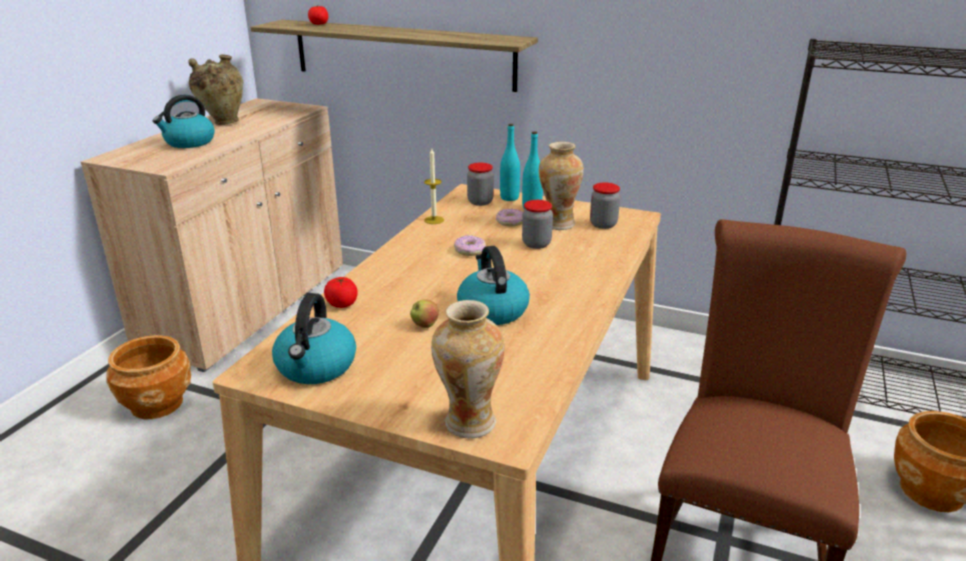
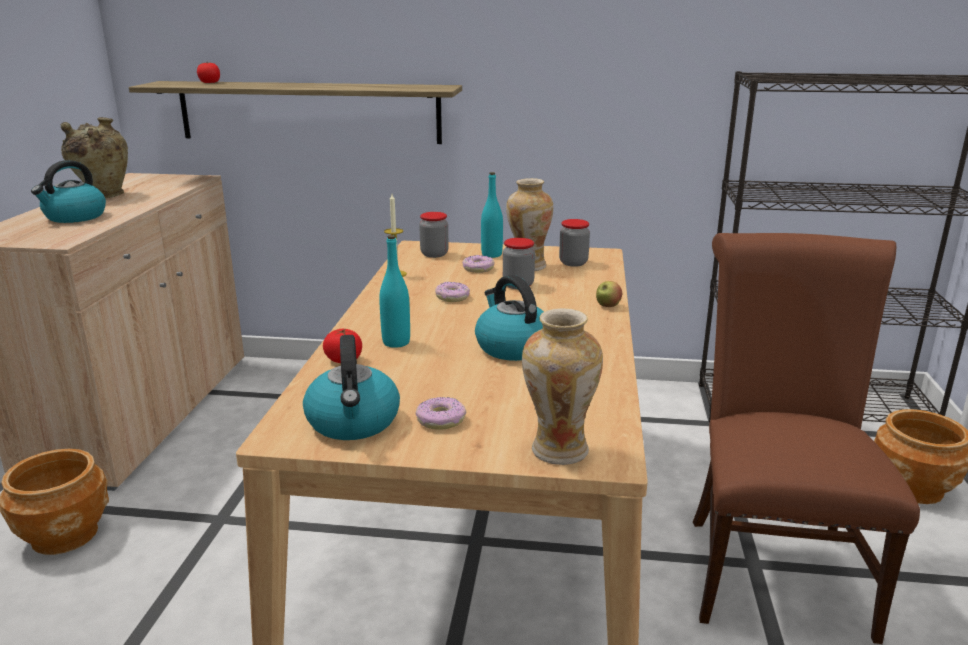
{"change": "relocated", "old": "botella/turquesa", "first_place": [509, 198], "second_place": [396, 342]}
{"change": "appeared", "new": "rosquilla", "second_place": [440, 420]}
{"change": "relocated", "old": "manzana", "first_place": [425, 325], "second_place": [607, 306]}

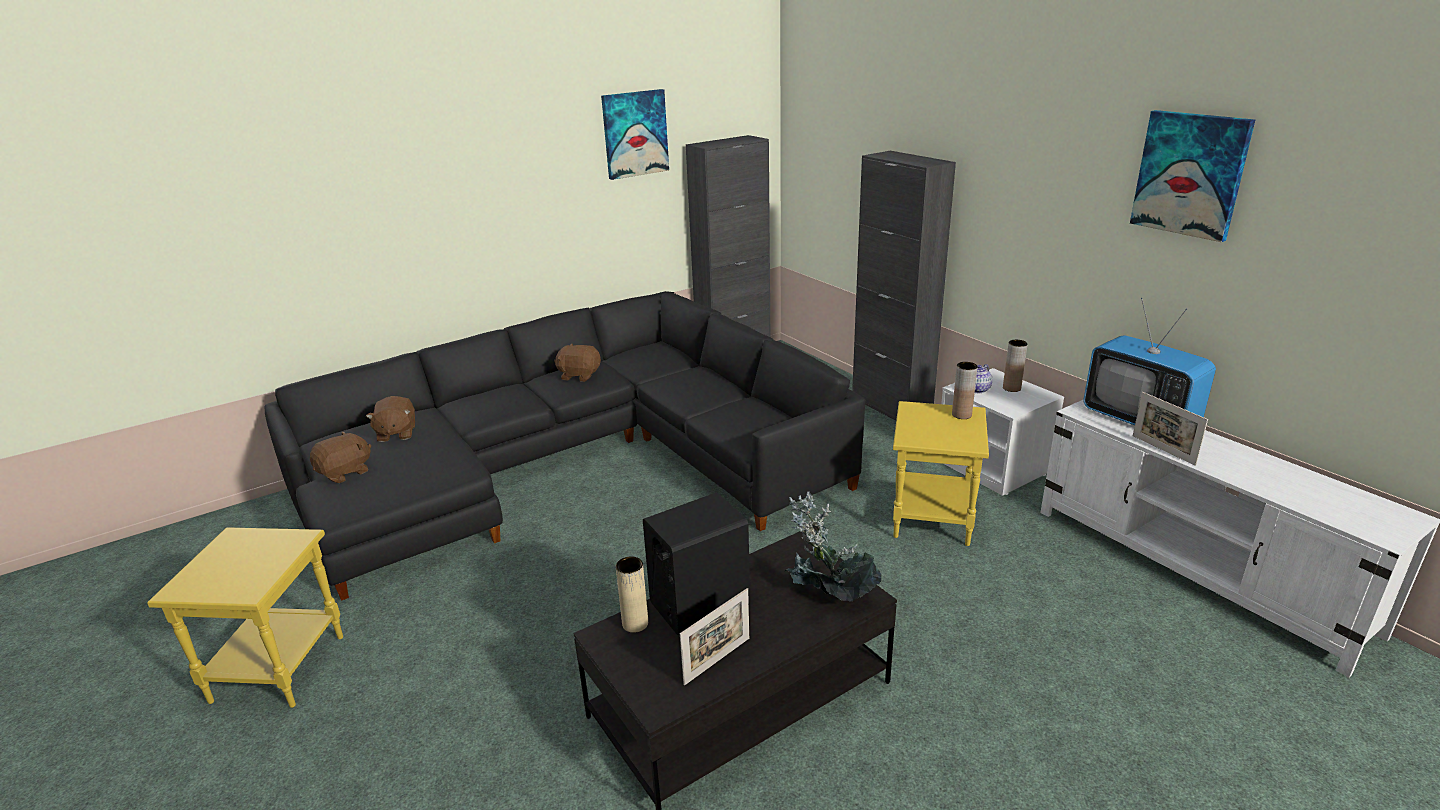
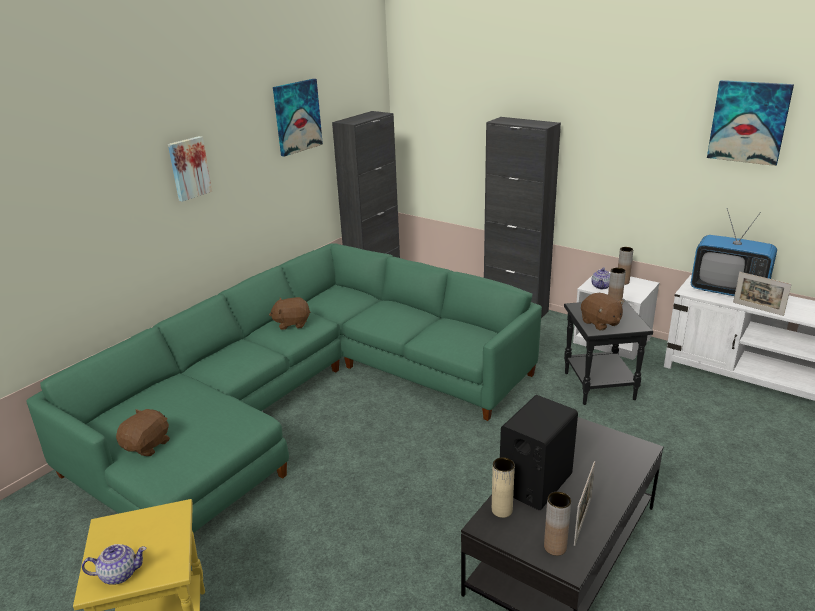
{"change": "colour", "old": "sofá/negro", "new": "sofá/verde", "first_place": [574, 464], "second_place": [303, 398]}
{"change": "appeared", "new": "tetera", "second_place": [119, 574]}
{"change": "appeared", "new": "cuadro", "second_place": [188, 168]}
{"change": "appeared", "new": "florero/marrón", "second_place": [555, 547]}
{"change": "colour", "old": "mesa auxiliar/amarillo", "new": "mesa auxiliar/negro", "first_place": [933, 520], "second_place": [600, 386]}
{"change": "relocated", "old": "peluche/marrón", "first_place": [396, 433], "second_place": [600, 323]}
{"change": "missing", "old": "planta en maceta", "first_place": [827, 600]}

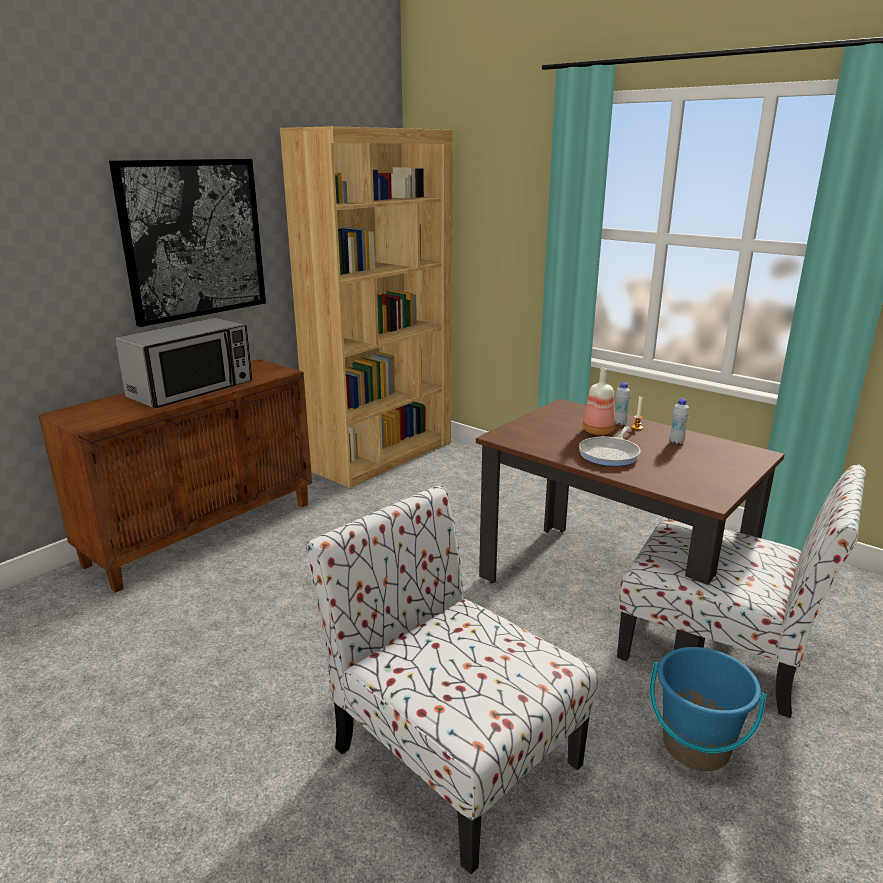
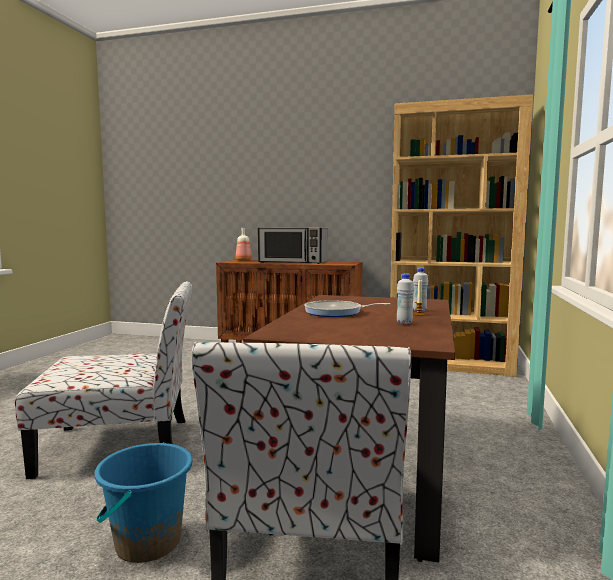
{"change": "spun", "old": "silla", "first_place": [451, 753], "second_place": [121, 446], "degrees": 60}
{"change": "relocated", "old": "botella", "first_place": [598, 431], "second_place": [244, 260]}
{"change": "missing", "old": "cuadro", "first_place": [194, 239]}

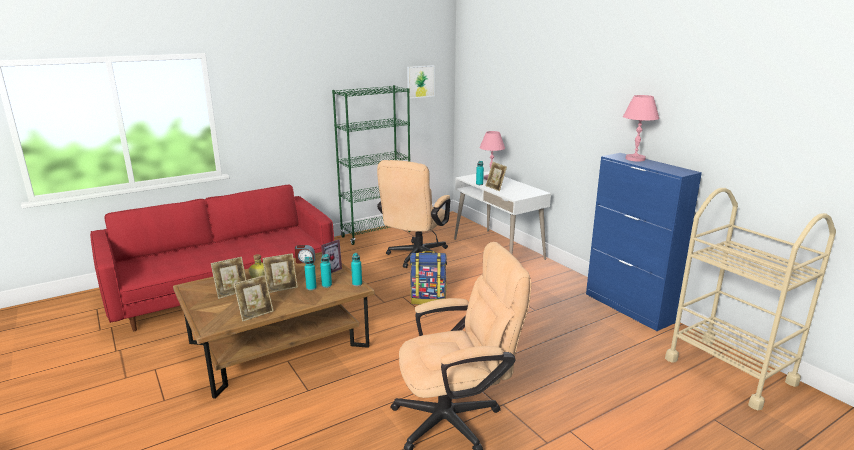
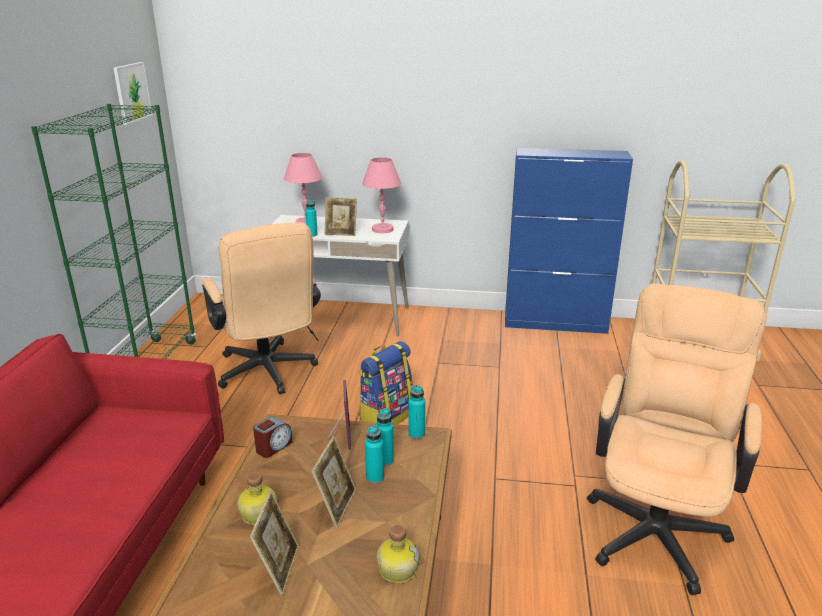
{"change": "relocated", "old": "lámpara de mesa/rosa", "first_place": [635, 159], "second_place": [382, 229]}
{"change": "exchanged", "old": "portarretratos", "new": "botella", "first_place": [256, 314], "second_place": [397, 568]}

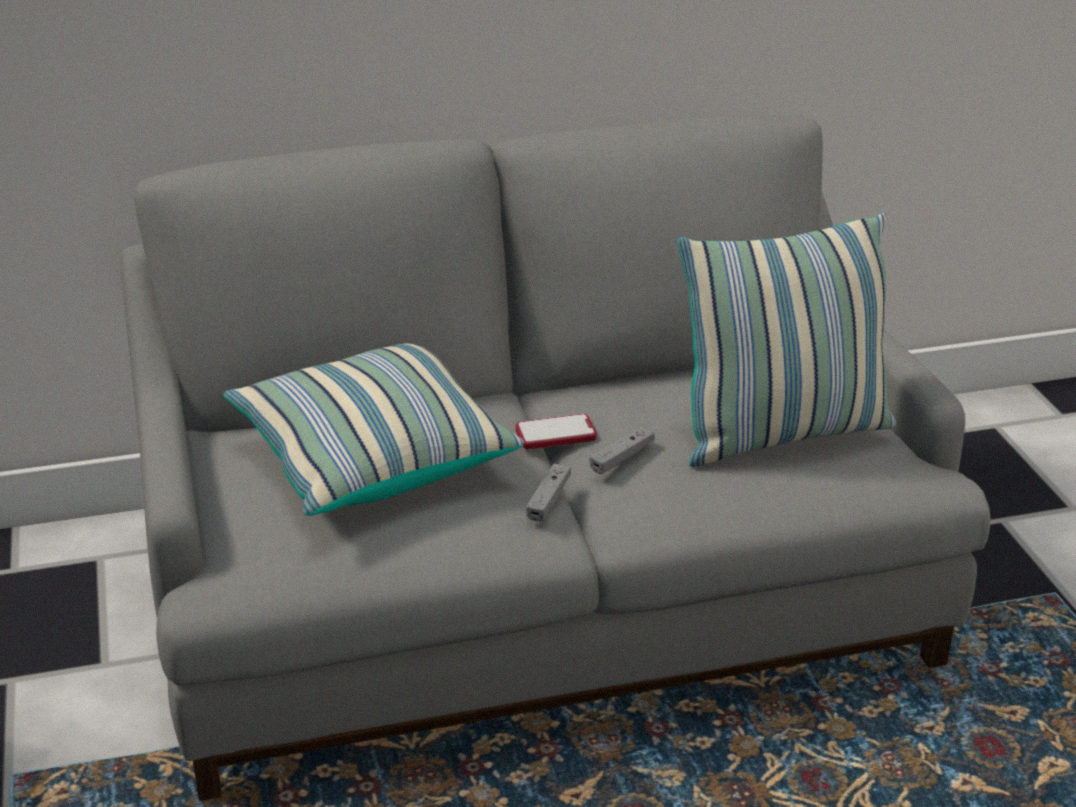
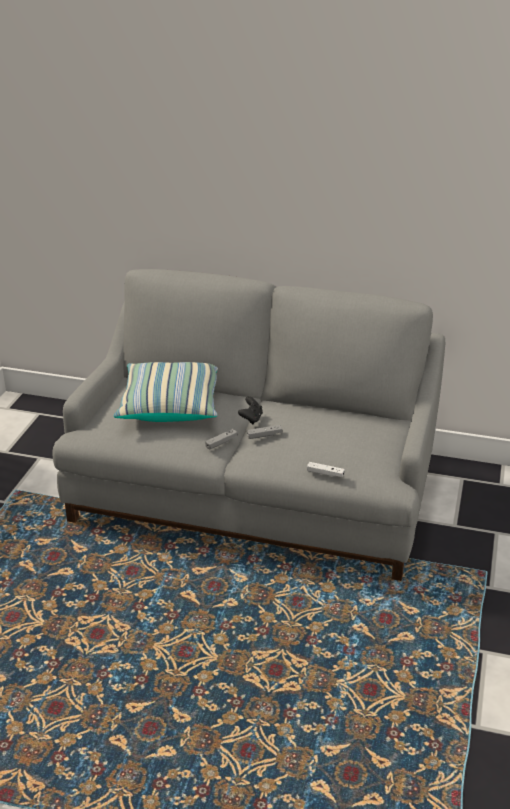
{"change": "exchanged", "old": "móvil", "new": "mando de consola/negro", "first_place": [555, 434], "second_place": [251, 419]}
{"change": "appeared", "new": "mando de consola/blanco", "second_place": [325, 473]}
{"change": "missing", "old": "cojín", "first_place": [781, 433]}

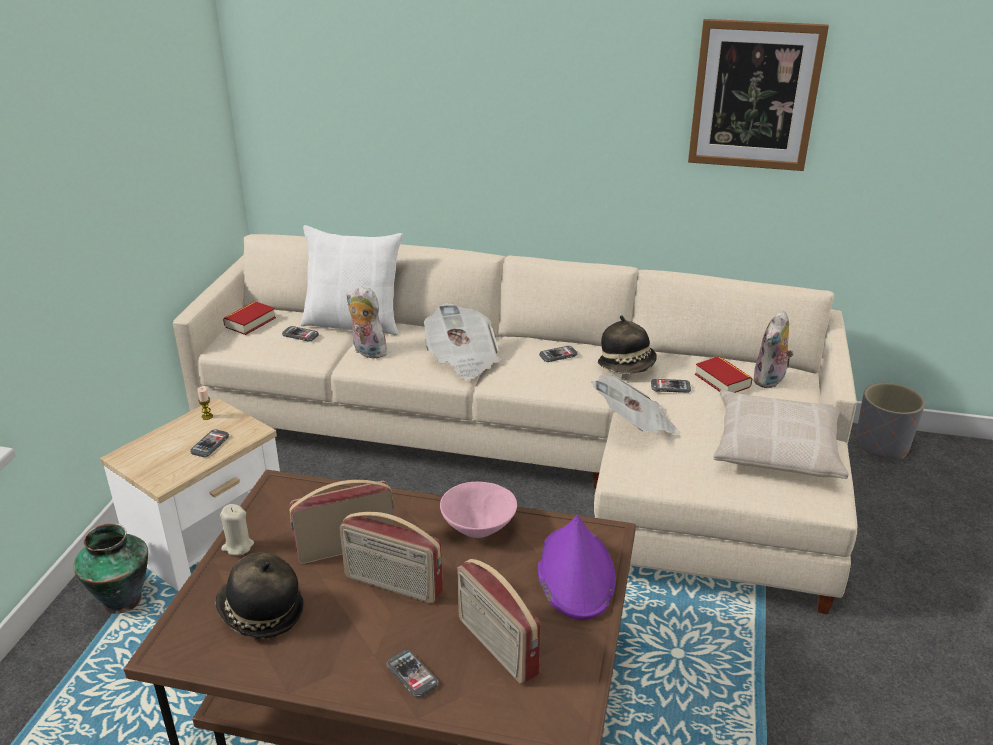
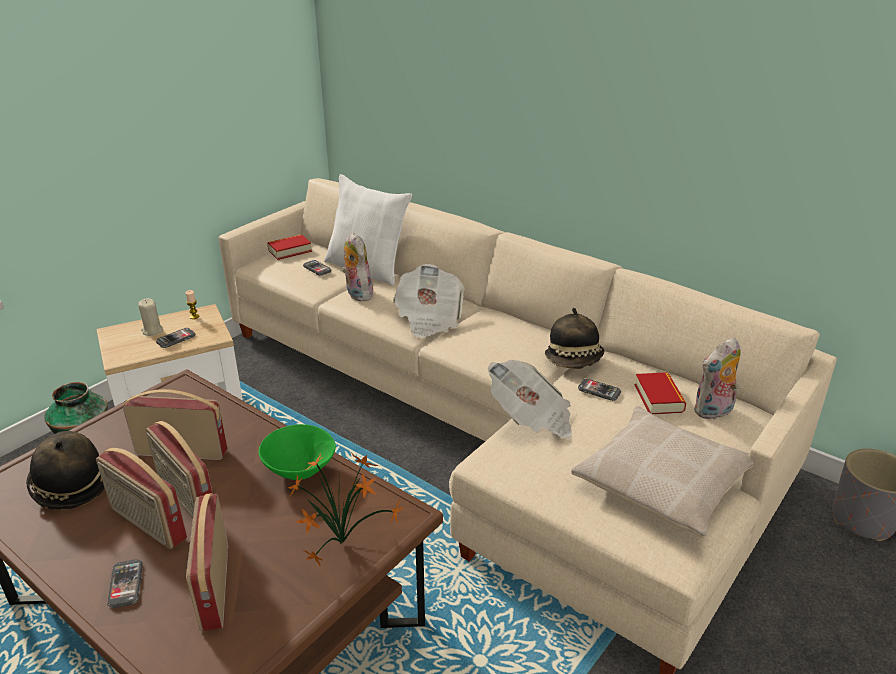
{"change": "appeared", "new": "radio", "second_place": [147, 524]}
{"change": "relocated", "old": "vela/beis", "first_place": [238, 546], "second_place": [152, 331]}
{"change": "colour", "old": "cuenco/rosa", "new": "cuenco/verde", "first_place": [479, 528], "second_place": [300, 471]}
{"change": "exchanged", "old": "sombrero/morado", "new": "planta en maceta", "first_place": [575, 573], "second_place": [345, 542]}
{"change": "missing", "old": "móvil", "first_place": [558, 355]}
{"change": "missing", "old": "cuadro", "first_place": [754, 96]}

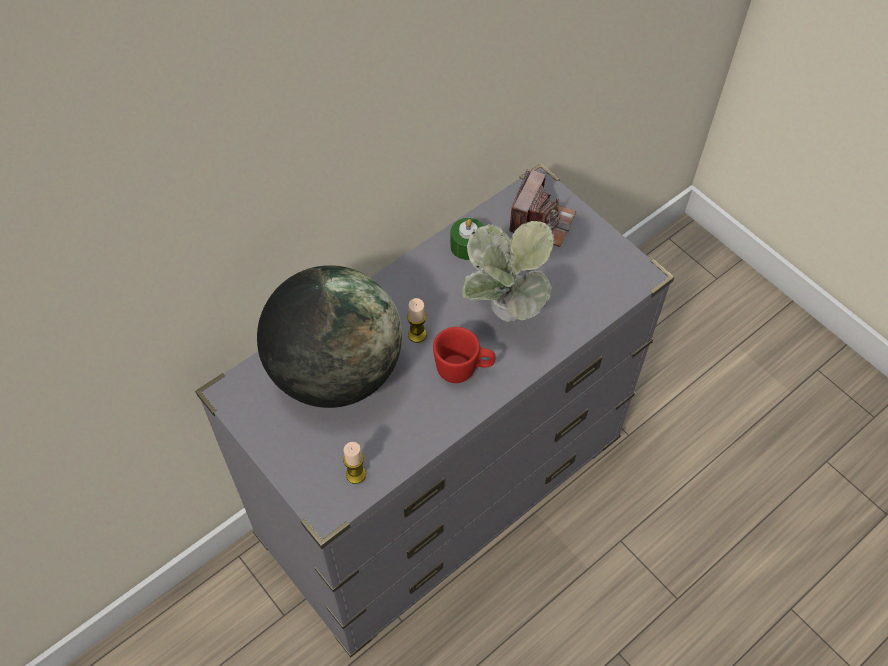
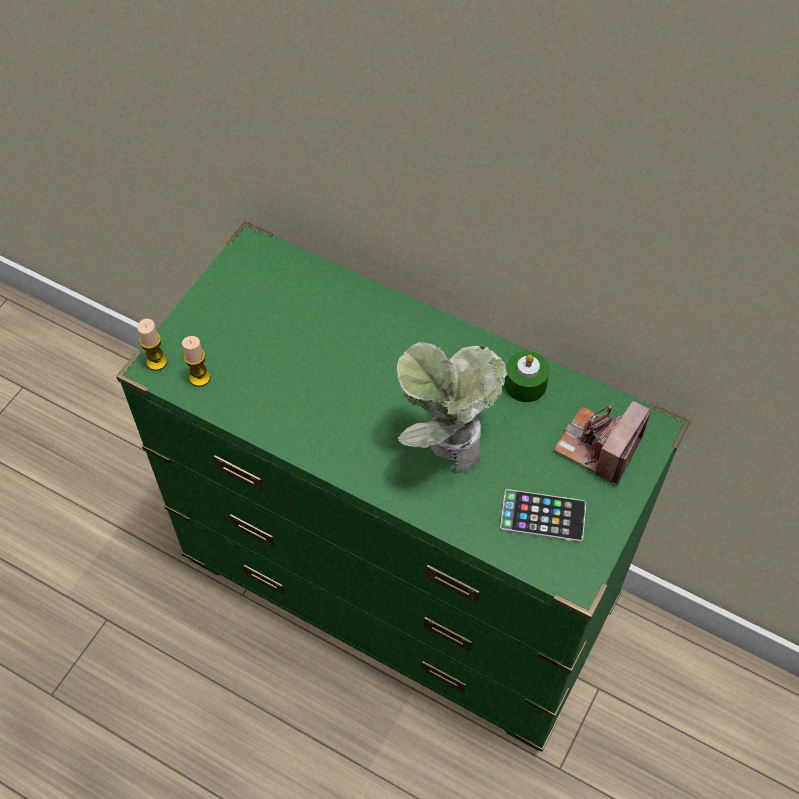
{"change": "colour", "old": "cómoda/gris", "new": "cómoda/verde", "first_place": [442, 490], "second_place": [400, 583]}
{"change": "relocated", "old": "vela", "first_place": [417, 335], "second_place": [157, 362]}
{"change": "appeared", "new": "móvil", "second_place": [543, 516]}
{"change": "spun", "old": "cámara", "first_place": [541, 221], "second_place": [599, 447], "degrees": 120}
{"change": "missing", "old": "globo terráqueo", "first_place": [335, 373]}
{"change": "missing", "old": "taza grande/rojo", "first_place": [463, 369]}

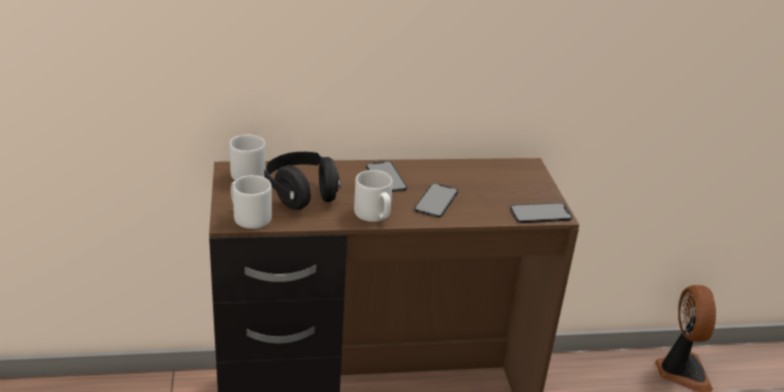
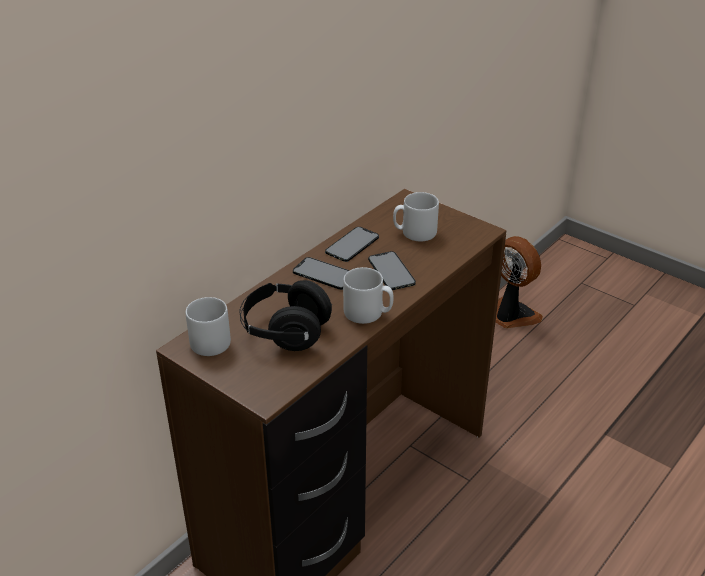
{"change": "relocated", "old": "móvil", "first_place": [540, 213], "second_place": [352, 244]}
{"change": "relocated", "old": "taza grande/gris", "first_place": [249, 217], "second_place": [414, 232]}

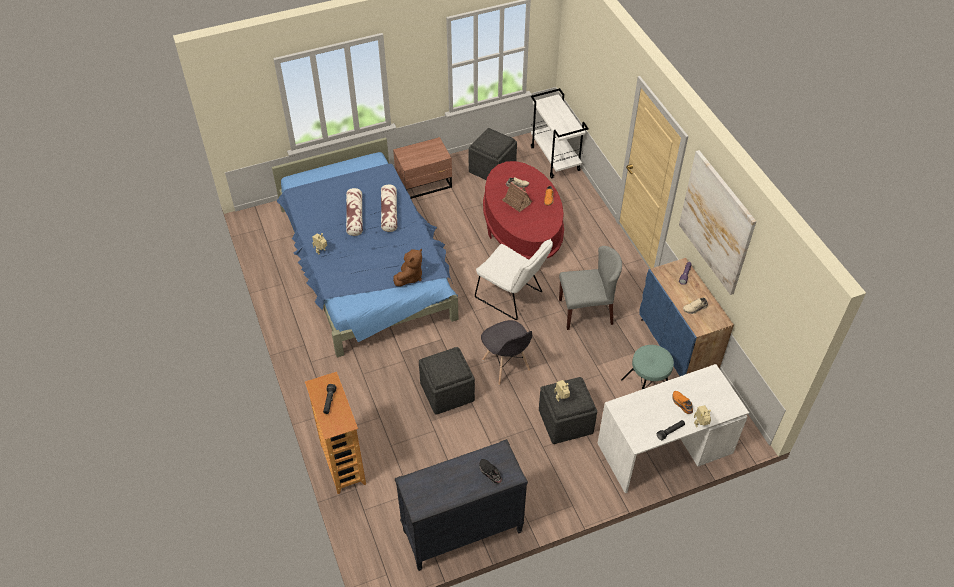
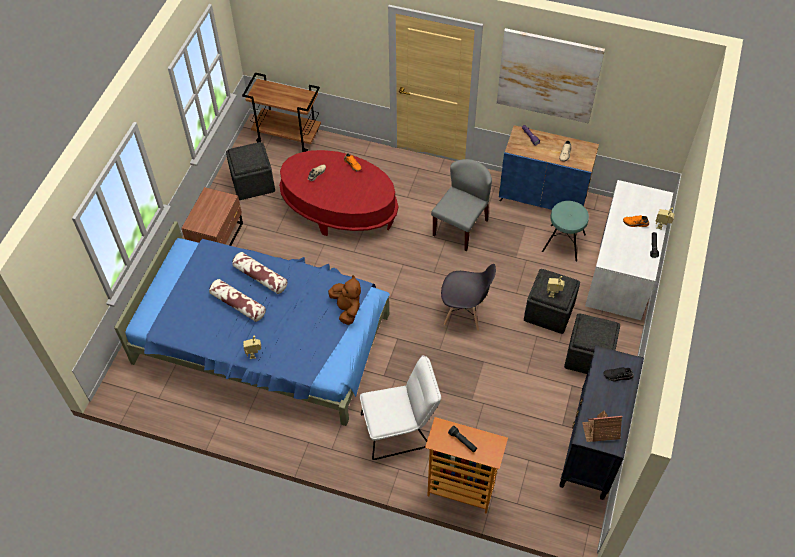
{"change": "colour", "old": "carrito/blanco", "new": "carrito/marrón", "first_place": [555, 159], "second_place": [288, 136]}
{"change": "relocated", "old": "silla/blanco", "first_place": [512, 297], "second_place": [400, 429]}
{"change": "relocated", "old": "puf/gris", "first_place": [446, 391], "second_place": [588, 356]}
{"change": "relocated", "old": "casita", "first_place": [516, 202], "second_place": [601, 430]}

